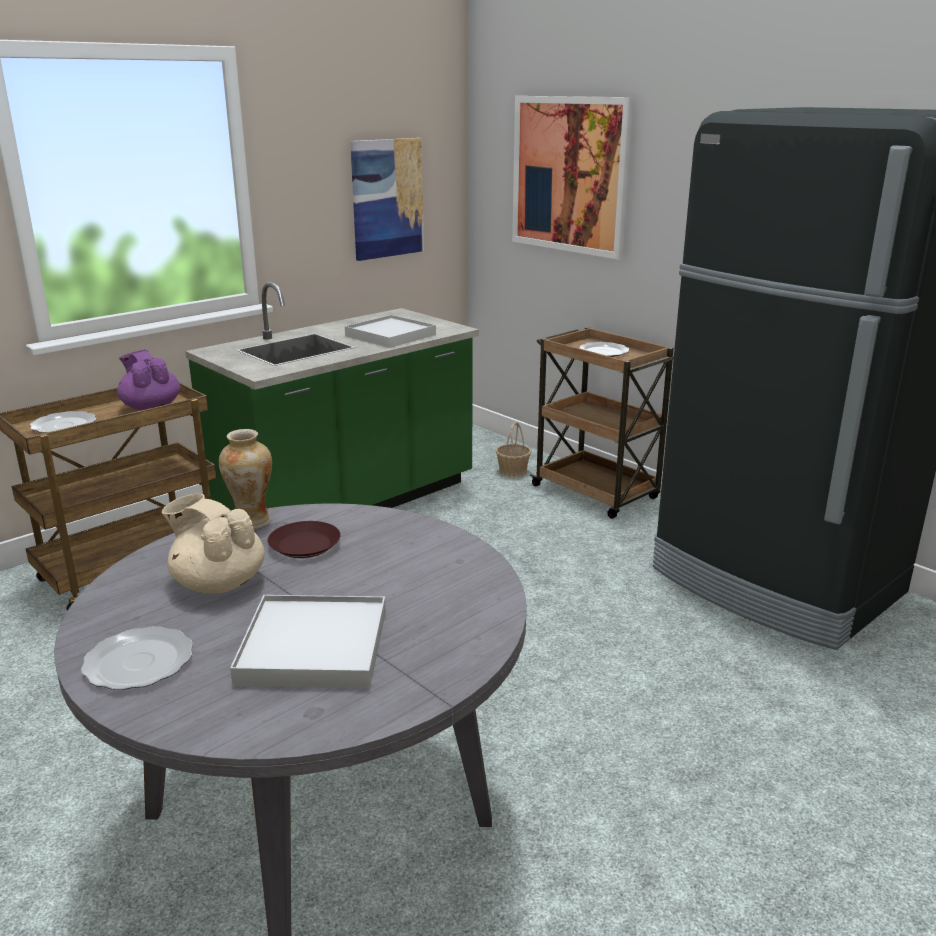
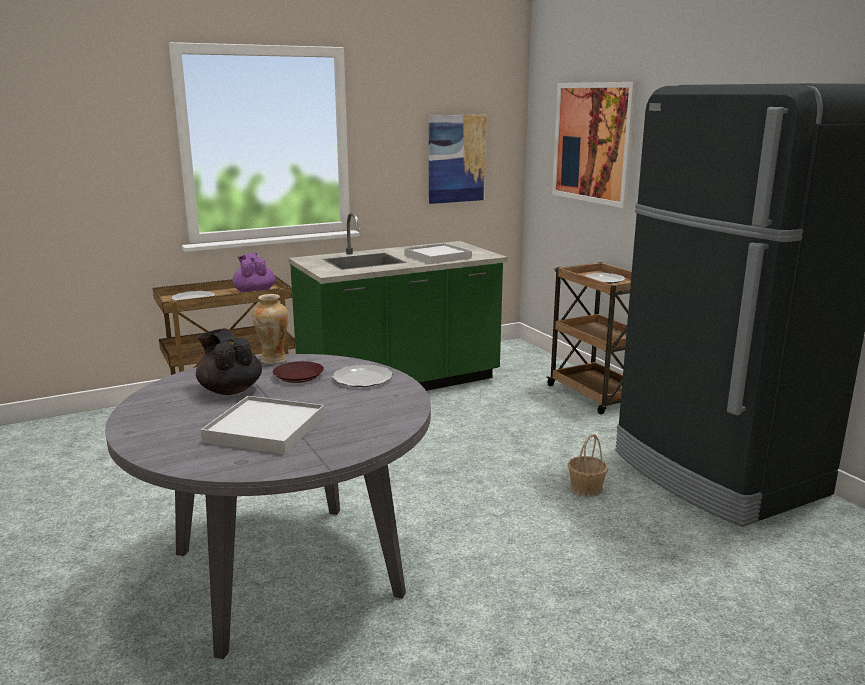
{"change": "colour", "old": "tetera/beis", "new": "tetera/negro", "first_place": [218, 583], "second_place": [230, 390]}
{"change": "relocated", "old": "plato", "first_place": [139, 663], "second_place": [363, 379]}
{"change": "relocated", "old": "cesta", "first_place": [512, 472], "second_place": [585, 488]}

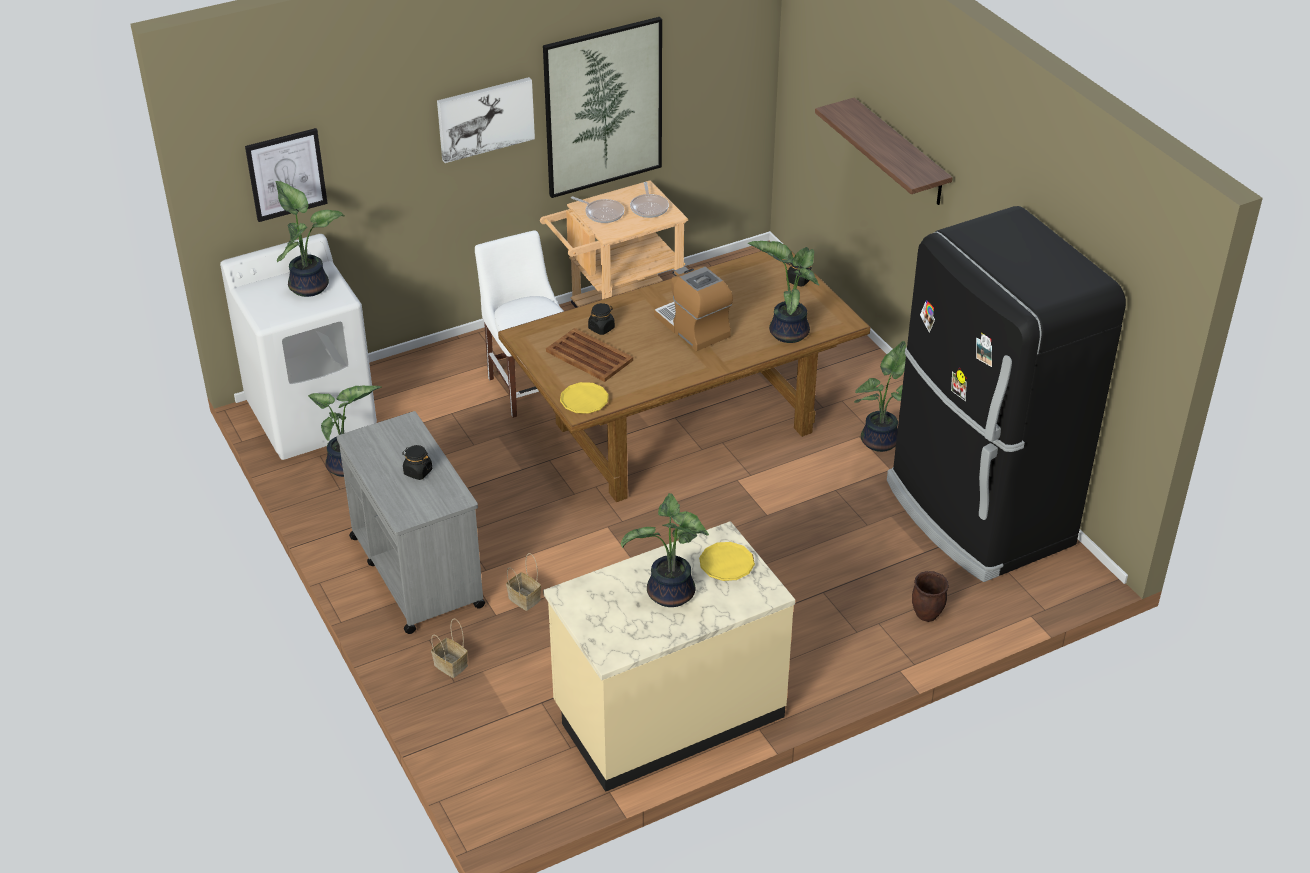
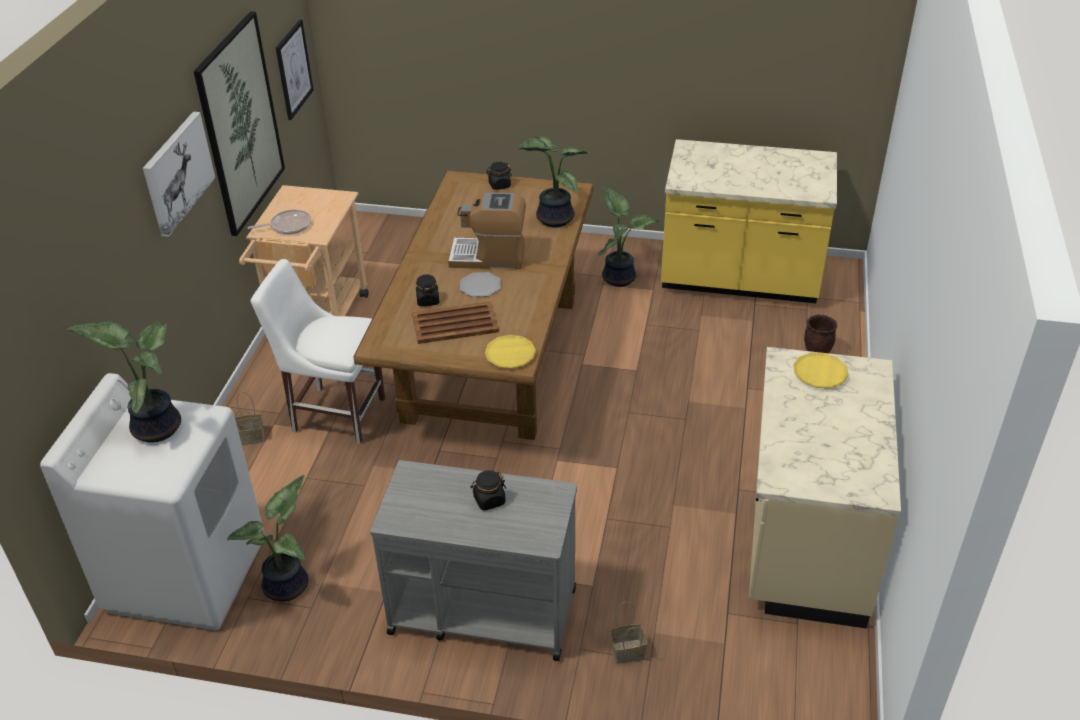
{"change": "relocated", "old": "cesta", "first_place": [523, 599], "second_place": [250, 437]}
{"change": "relocated", "old": "cuadro", "first_place": [286, 174], "second_place": [293, 69]}
{"change": "appeared", "new": "plato", "second_place": [480, 286]}
{"change": "exchanged", "old": "nevera/negro", "new": "mueble bajo de cocina/amarillo", "first_place": [977, 515], "second_place": [740, 279]}
{"change": "missing", "old": "planta en maceta", "first_place": [670, 595]}
{"change": "missing", "old": "sartén", "first_place": [649, 207]}
{"change": "missing", "old": "estante", "first_place": [900, 153]}

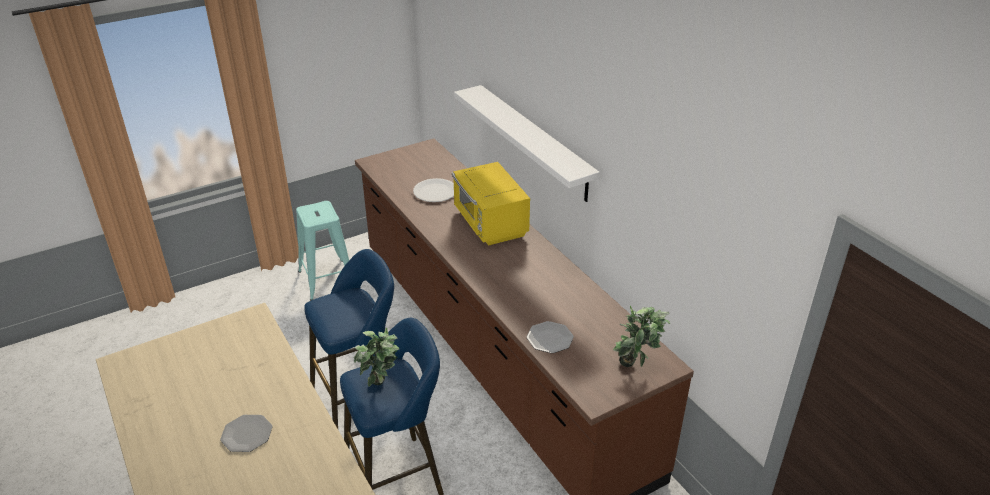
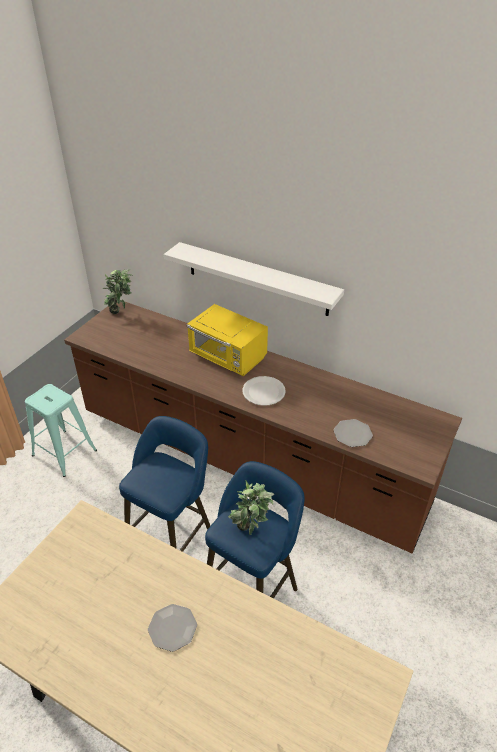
{"change": "relocated", "old": "planta en maceta", "first_place": [636, 366], "second_place": [121, 312]}
{"change": "relocated", "old": "plato/blanco", "first_place": [435, 191], "second_place": [263, 392]}

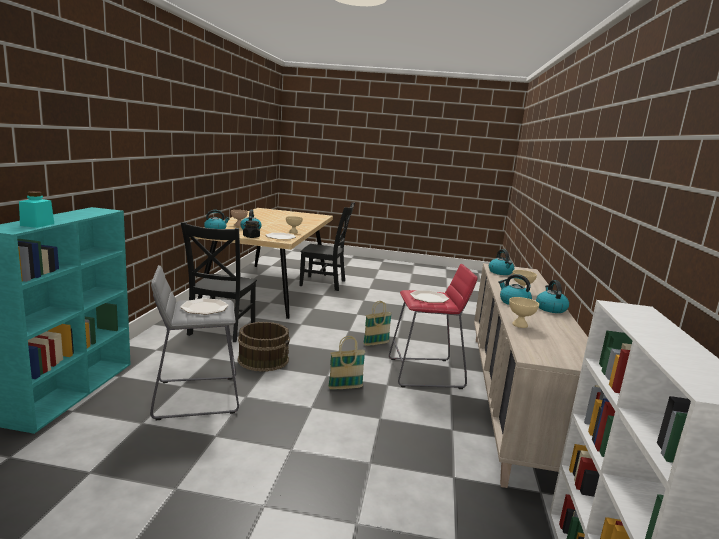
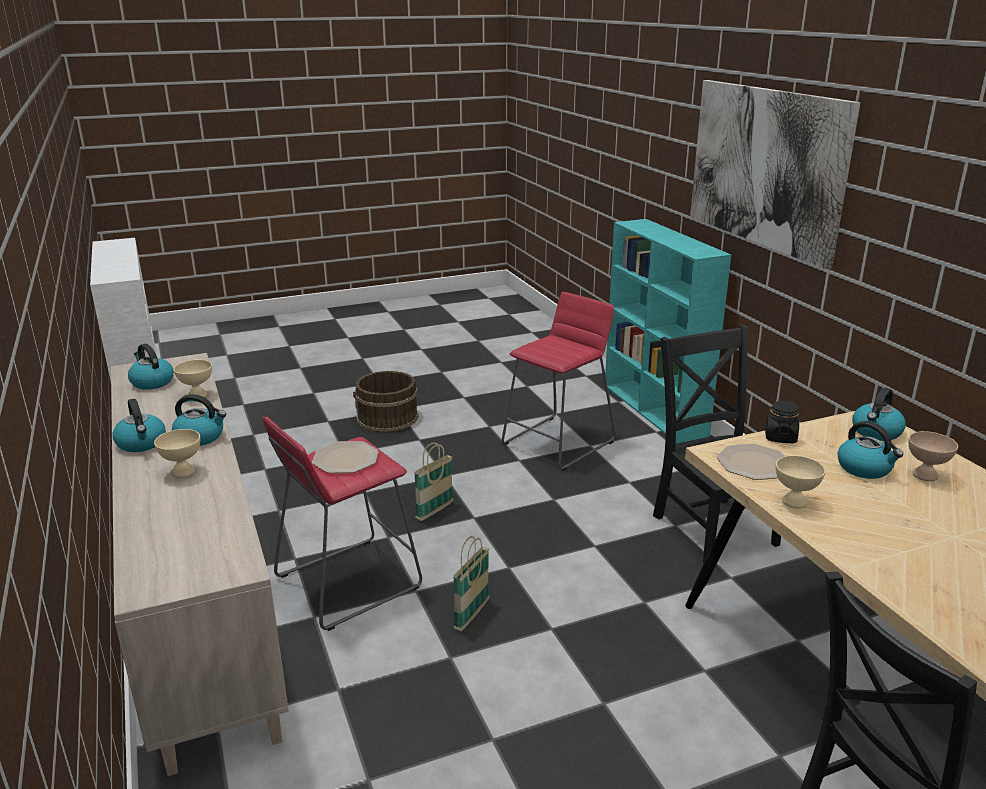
{"change": "relocated", "old": "hervidor", "first_place": [500, 272], "second_place": [152, 382]}
{"change": "relocated", "old": "cubo/marrón", "first_place": [263, 359], "second_place": [387, 418]}
{"change": "colour", "old": "taburete/gris", "new": "taburete/rojo", "first_place": [196, 397], "second_place": [558, 443]}
{"change": "appeared", "new": "cuadro", "second_place": [765, 167]}
{"change": "missing", "old": "tarro/turquesa", "first_place": [37, 224]}
{"change": "missing", "old": "plato", "first_place": [204, 308]}

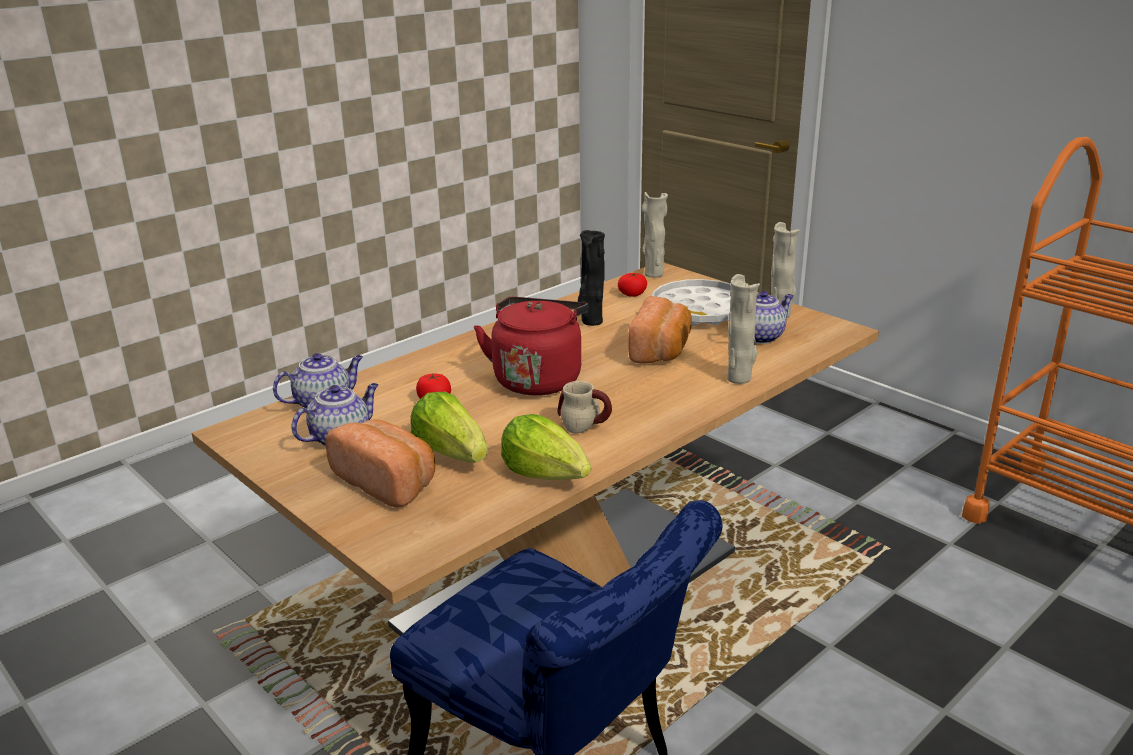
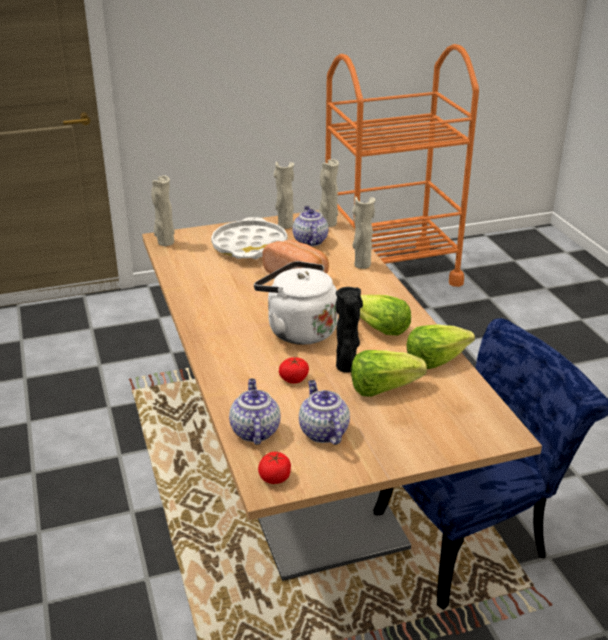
{"change": "colour", "old": "hervidor/rojo", "new": "hervidor/blanco", "first_place": [538, 378], "second_place": [298, 330]}
{"change": "relocated", "old": "tomate", "first_place": [632, 294], "second_place": [275, 477]}
{"change": "appeared", "new": "florero/beis", "second_place": [328, 224]}
{"change": "relocated", "old": "florero/negro", "first_place": [591, 322], "second_place": [346, 368]}
{"change": "exchanged", "old": "taza grande", "new": "lechuga", "first_place": [587, 423], "second_place": [379, 328]}
{"change": "missing", "old": "pan", "first_place": [388, 482]}

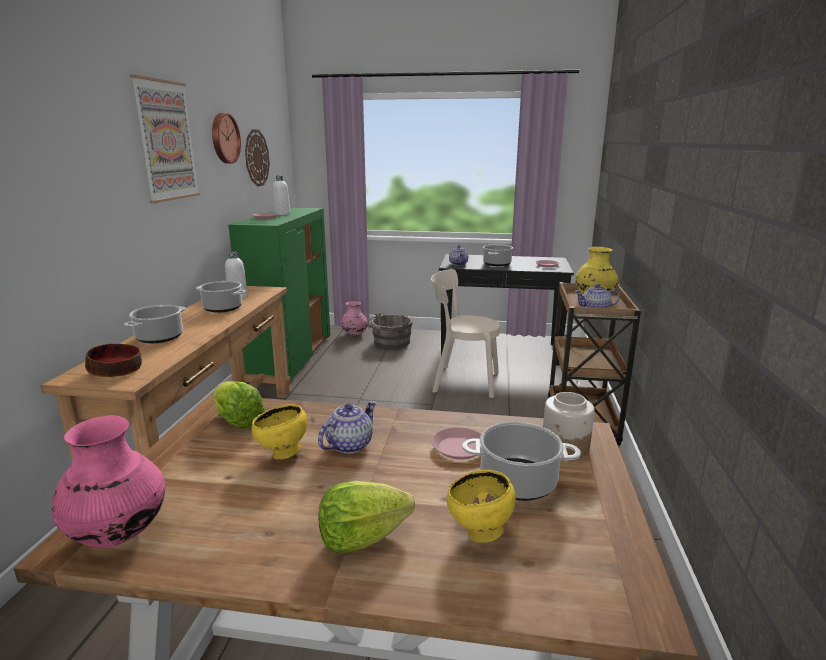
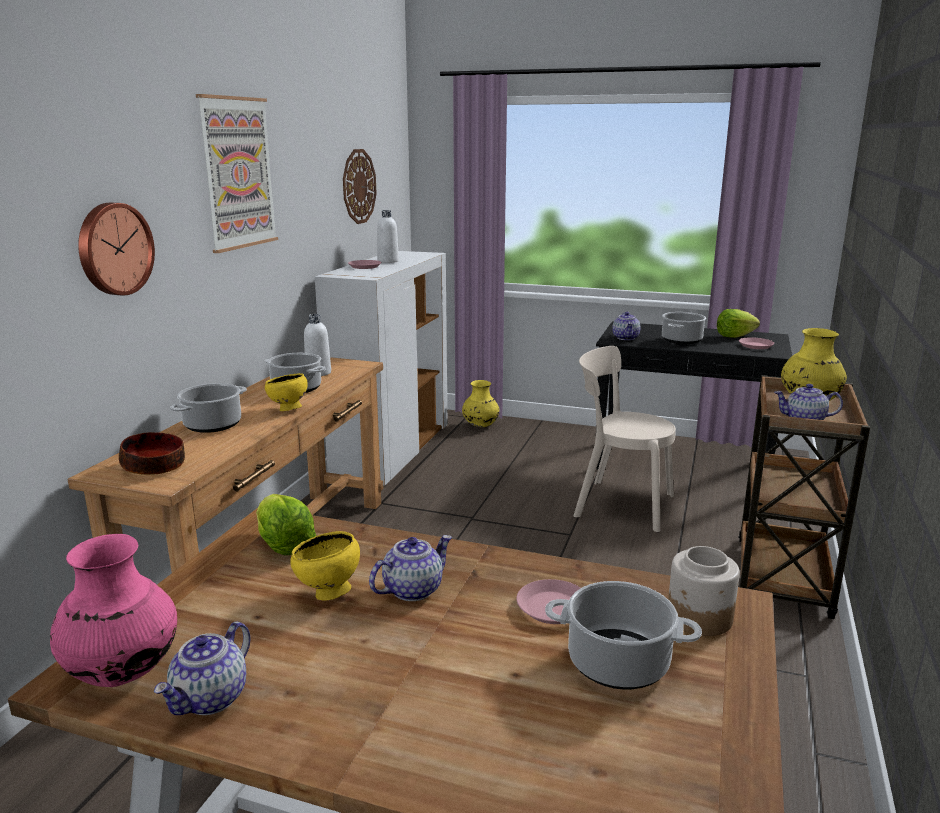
{"change": "relocated", "old": "reloj de pared", "first_place": [224, 138], "second_place": [113, 249]}
{"change": "appeared", "new": "tetera", "second_place": [210, 699]}
{"change": "relocated", "old": "cuenco/amarillo", "first_place": [479, 533], "second_place": [288, 410]}
{"change": "colour", "old": "armario/verde", "new": "armario/blanco", "first_place": [292, 357], "second_place": [392, 452]}
{"change": "colour", "old": "florero/rosa", "new": "florero/amarillo", "first_place": [354, 334], "second_place": [480, 425]}
{"change": "relocated", "old": "lechuga", "first_place": [362, 537], "second_place": [734, 336]}
{"change": "missing", "old": "cubo/gris", "first_place": [390, 342]}

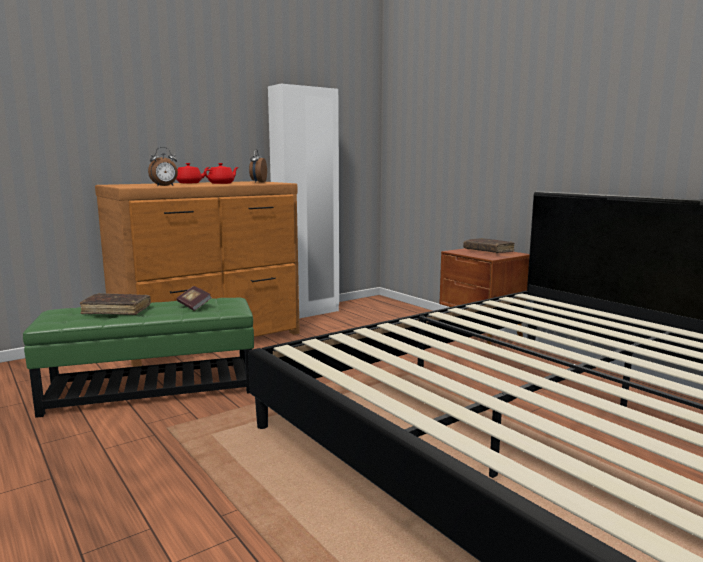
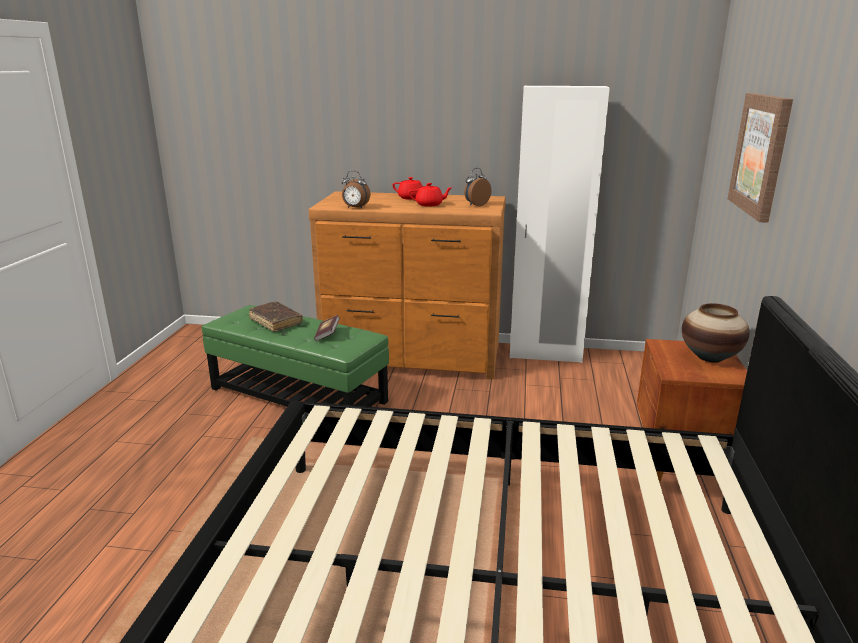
{"change": "exchanged", "old": "libro/marrón", "new": "florero", "first_place": [488, 251], "second_place": [709, 358]}
{"change": "appeared", "new": "cuadro", "second_place": [761, 154]}

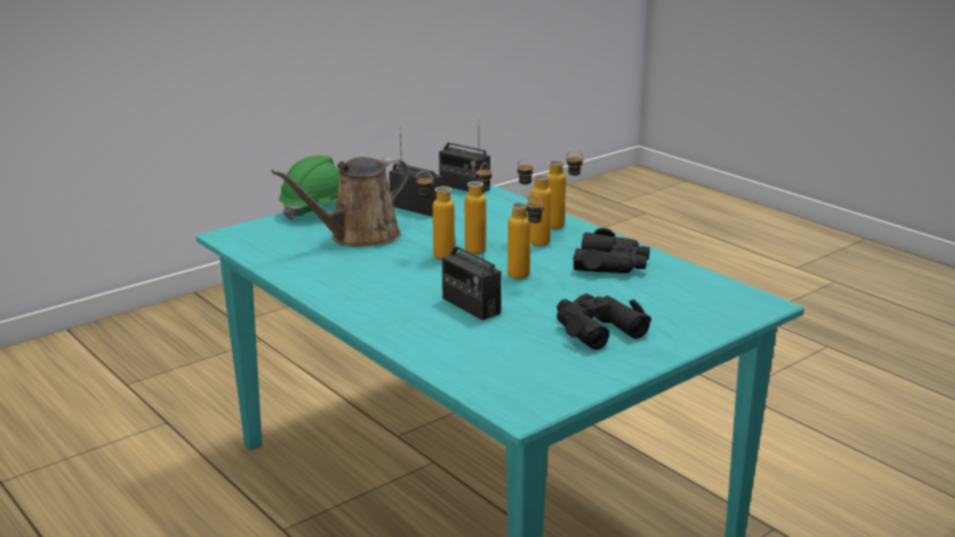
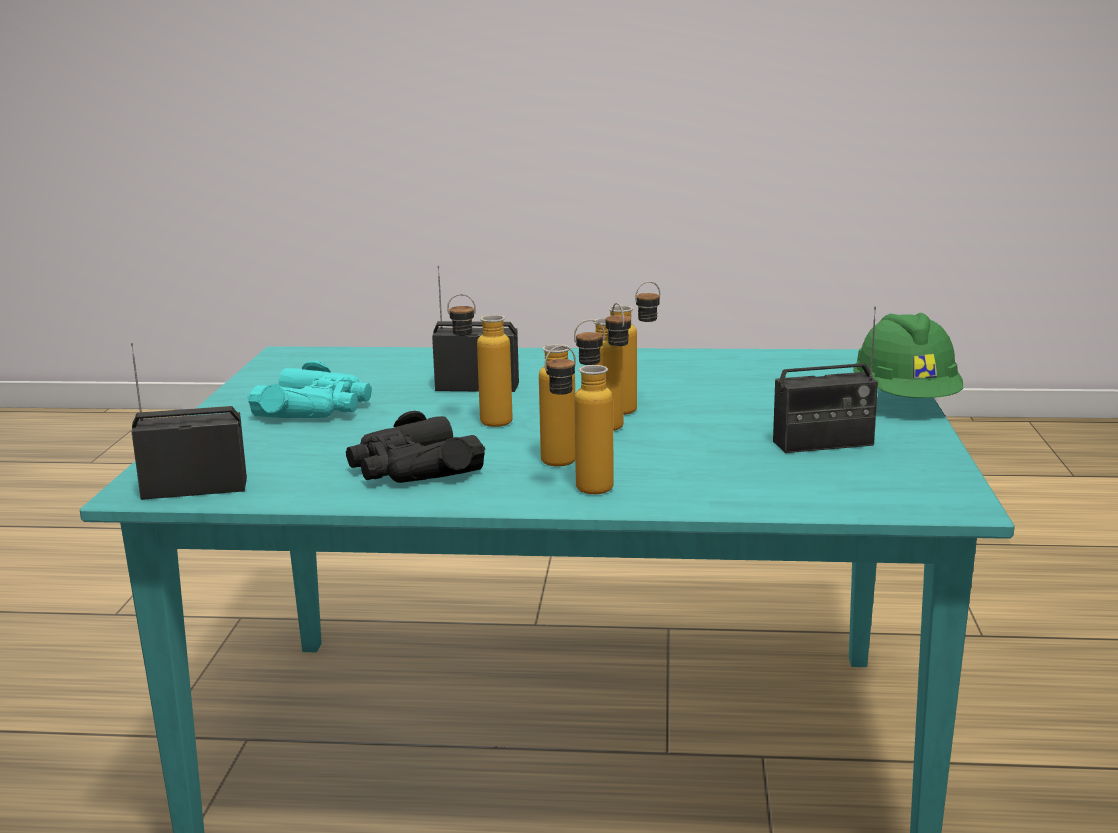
{"change": "relocated", "old": "radio", "first_place": [464, 187], "second_place": [194, 488]}
{"change": "colour", "old": "prismáticos/negro", "new": "prismáticos/turquesa", "first_place": [596, 329], "second_place": [315, 409]}
{"change": "missing", "old": "regadera/marrón", "first_place": [359, 237]}

